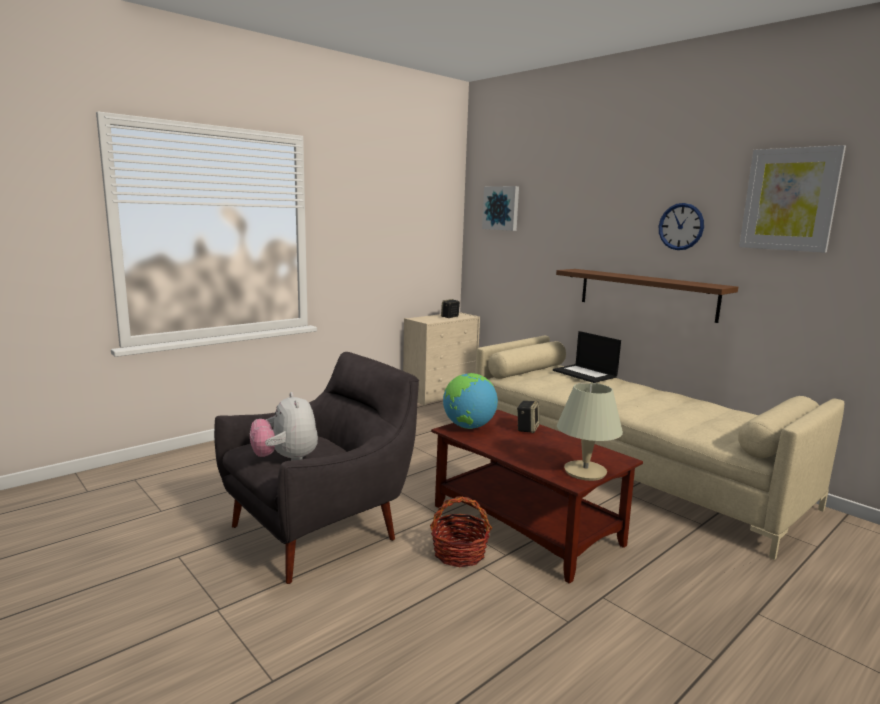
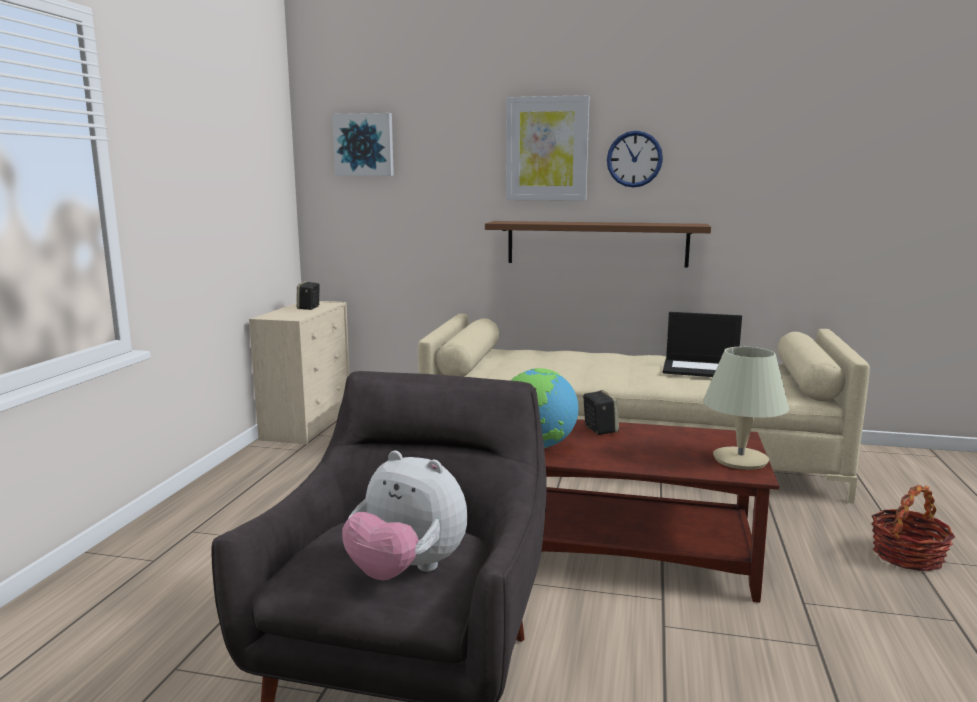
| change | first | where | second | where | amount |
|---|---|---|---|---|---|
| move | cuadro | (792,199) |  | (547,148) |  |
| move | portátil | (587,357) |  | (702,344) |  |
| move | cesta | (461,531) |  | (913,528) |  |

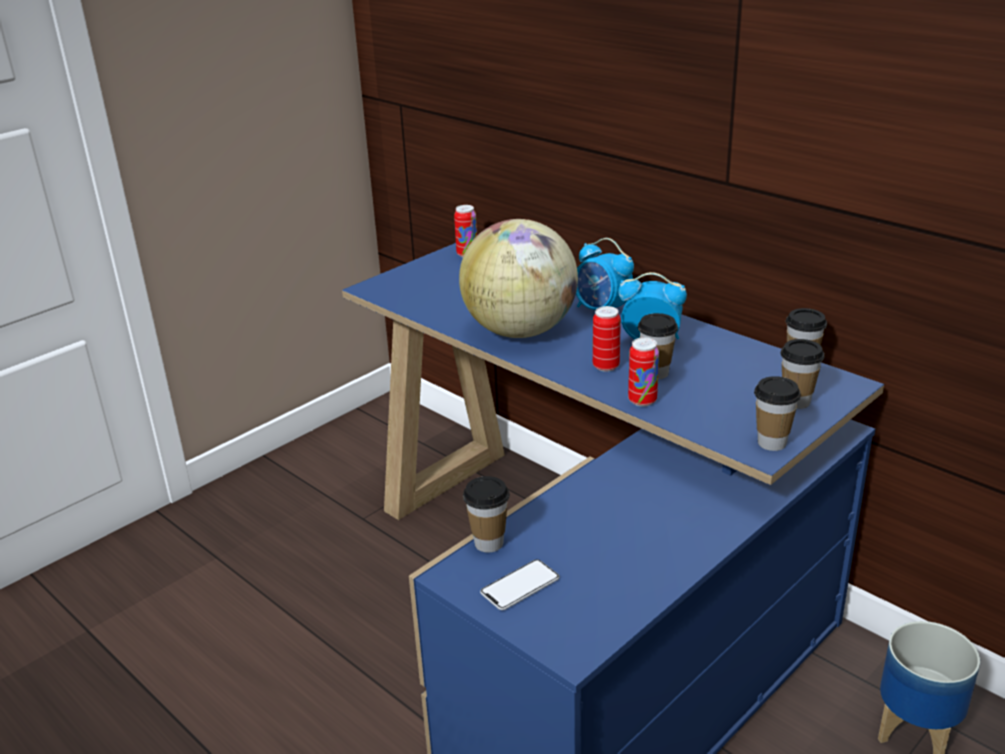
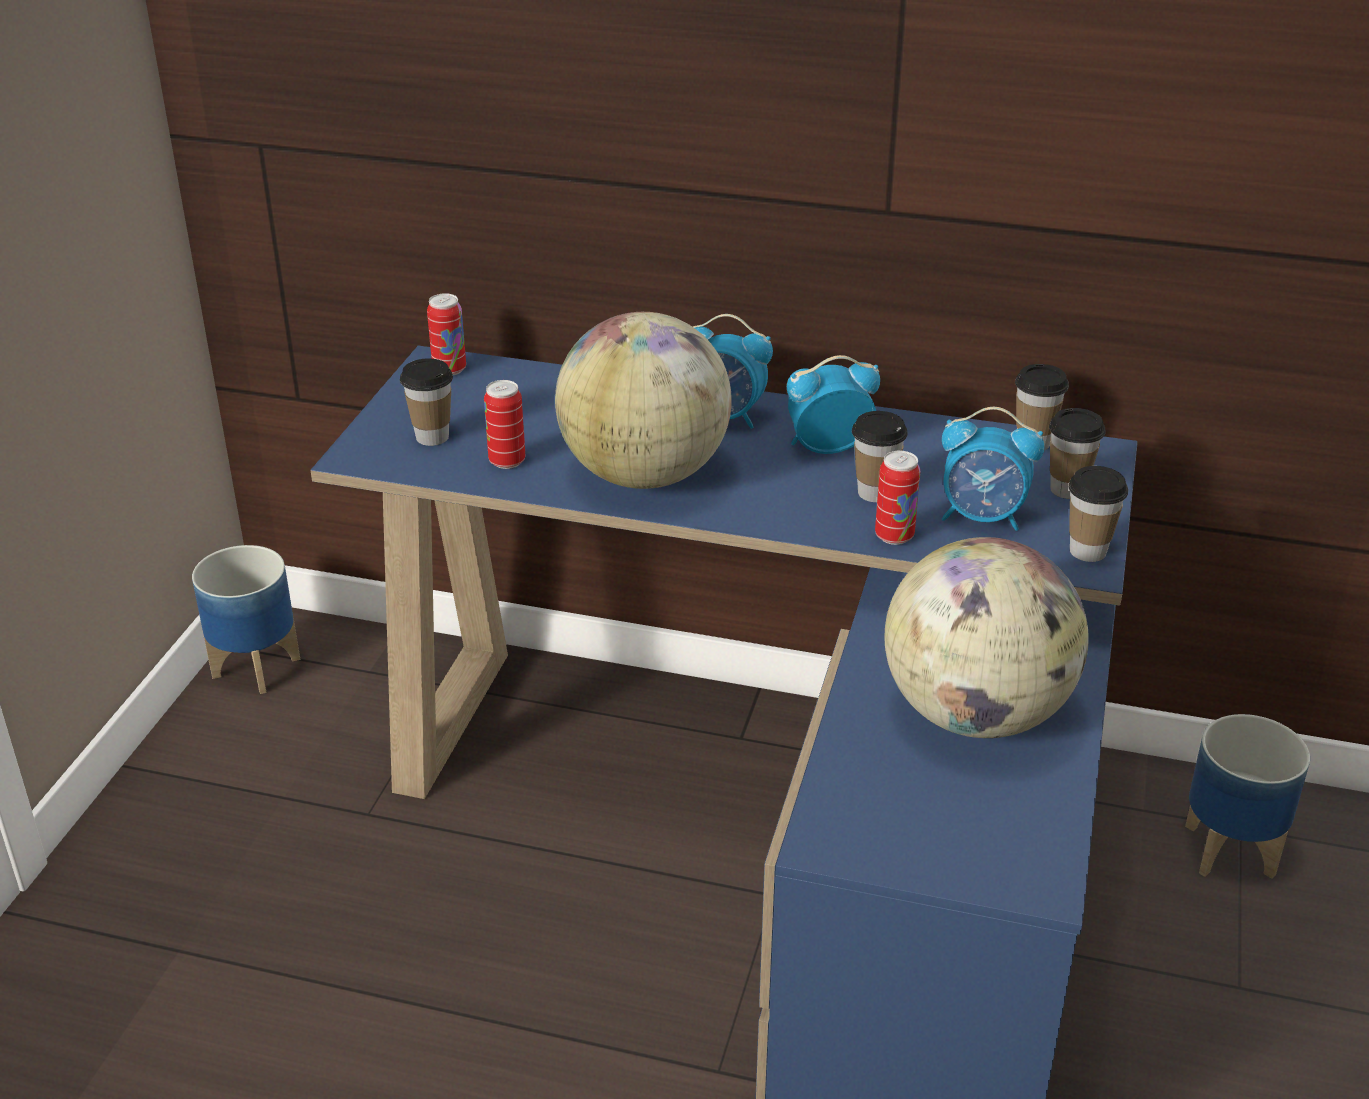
| change | first | where | second | where | amount |
|---|---|---|---|---|---|
| move | lata | (607,339) |  | (504,424) |  |
| move | taza | (486,514) |  | (426,402) |  |
| delete | móvil | (520,584) |  |  |  |
| insert |  |  | despertador | (993,469) |  |
| insert |  |  | globo terráqueo | (986,637) |  |
| insert |  |  | maceta | (246,619) |  |

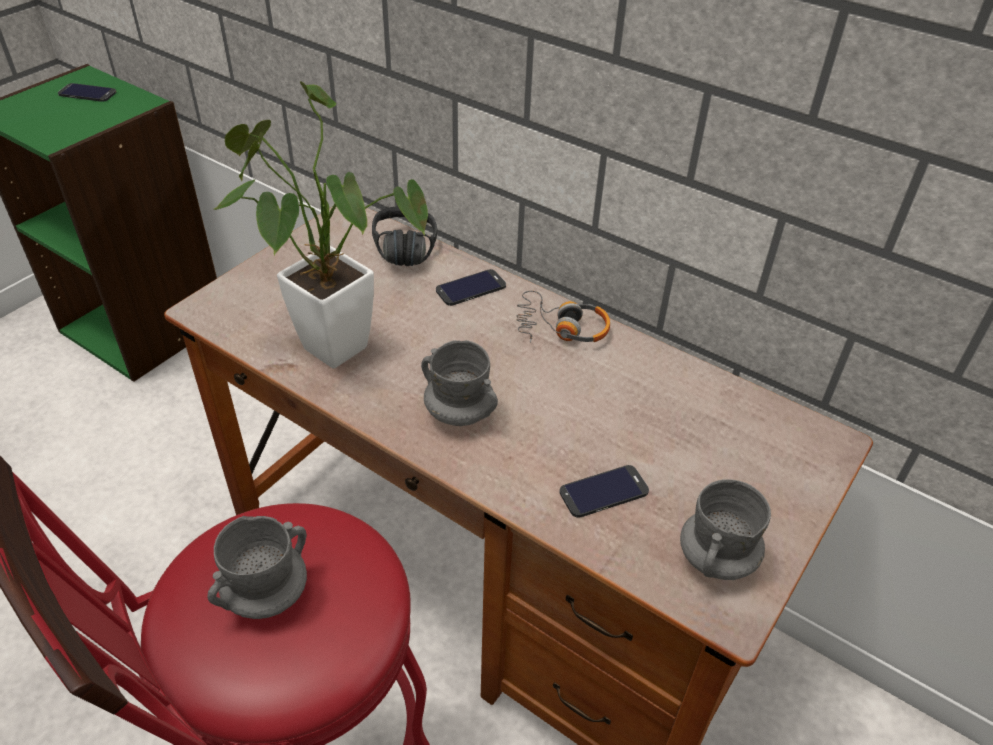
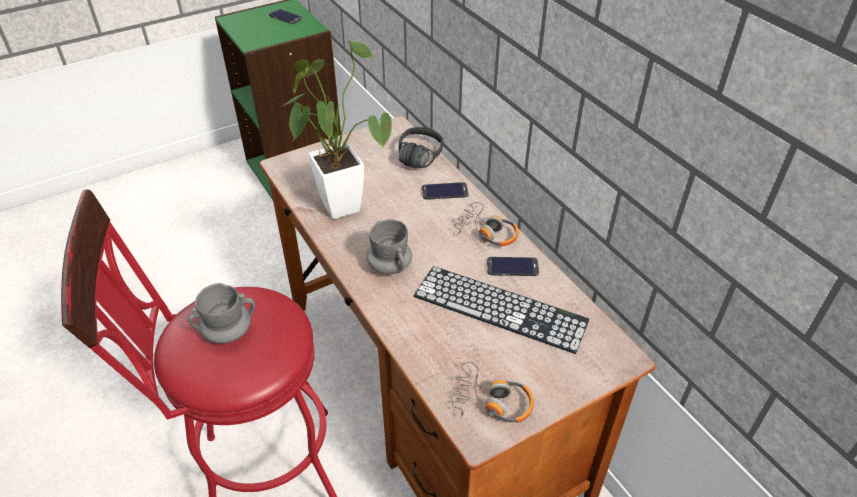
| change | first | where | second | where | amount |
|---|---|---|---|---|---|
| move | móvil | (604,491) |  | (513,266) |  |
| replace | taza grande (gris) | (725,529) | auriculares | (493,392) |  |
| insert |  |  | teclado | (501,310) |  |

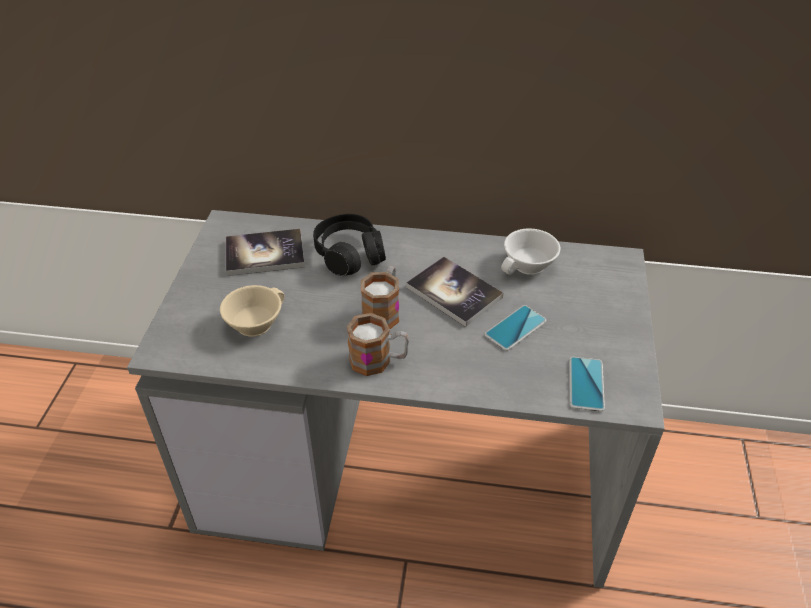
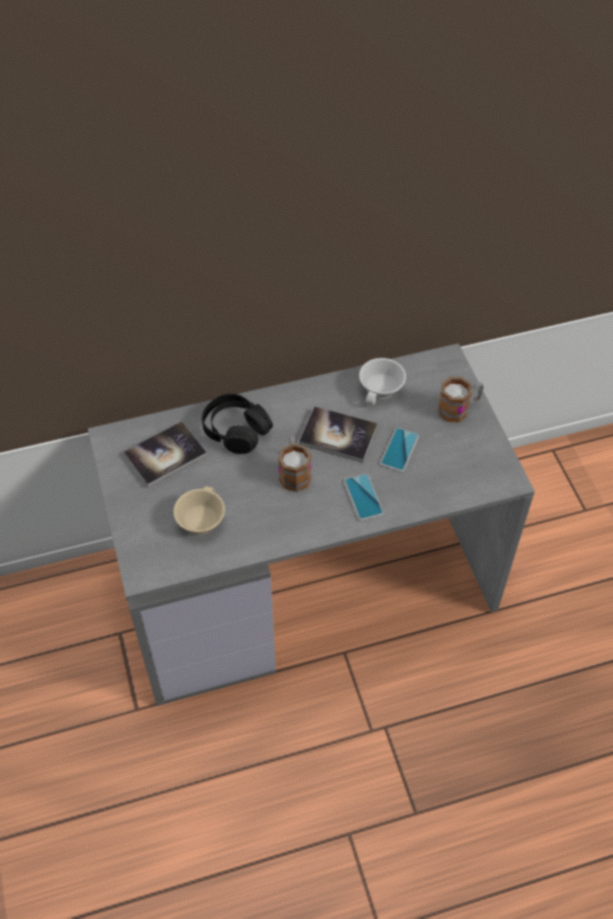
| change | first | where | second | where | amount |
|---|---|---|---|---|---|
| move | taza grande | (377,344) |  | (461,399) |  |
| move | móvil | (587,384) |  | (364,497) |  |

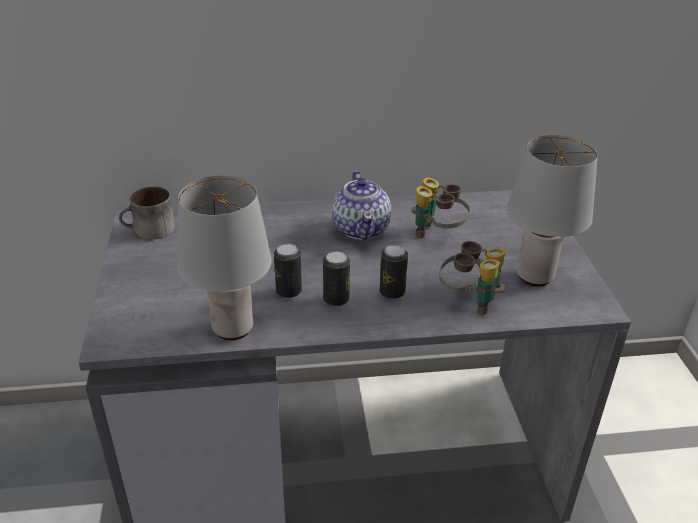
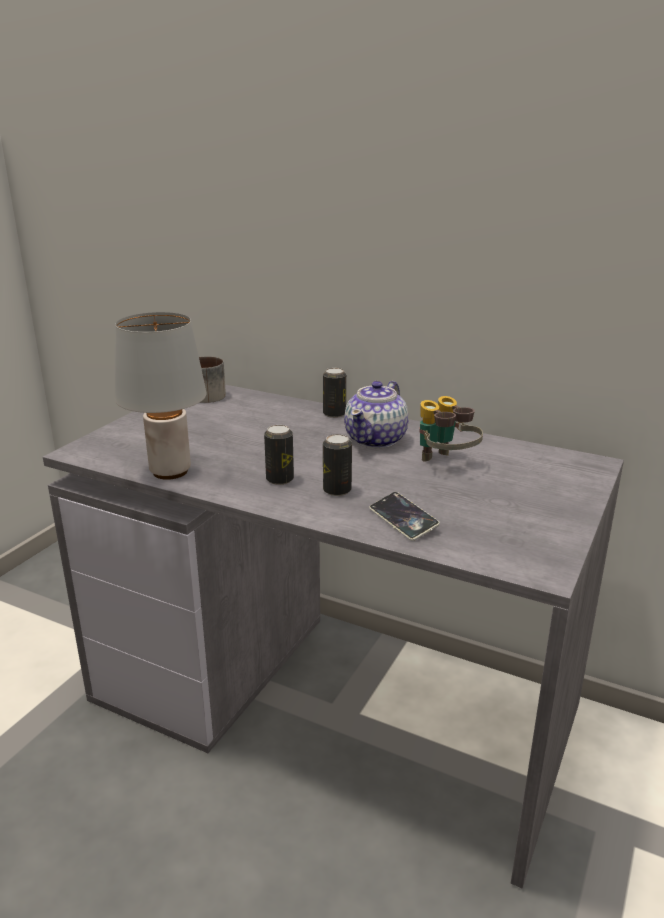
| change | first | where | second | where | amount |
|---|---|---|---|---|---|
| delete | lámpara de mesa (gris) | (552,210) |  |  |  |
| replace | prismáticos | (472,278) | móvil | (404,516) |  |
| move | lata | (288,271) |  | (334,393) |  |

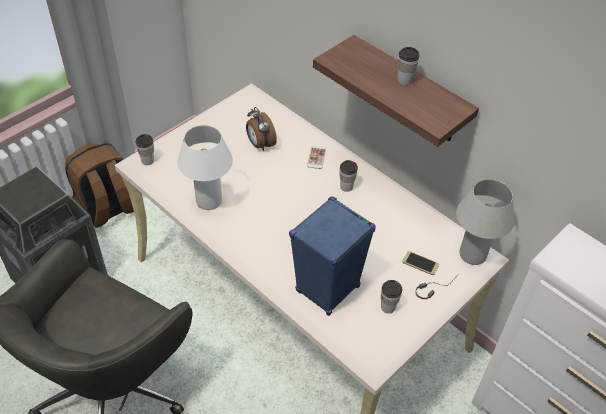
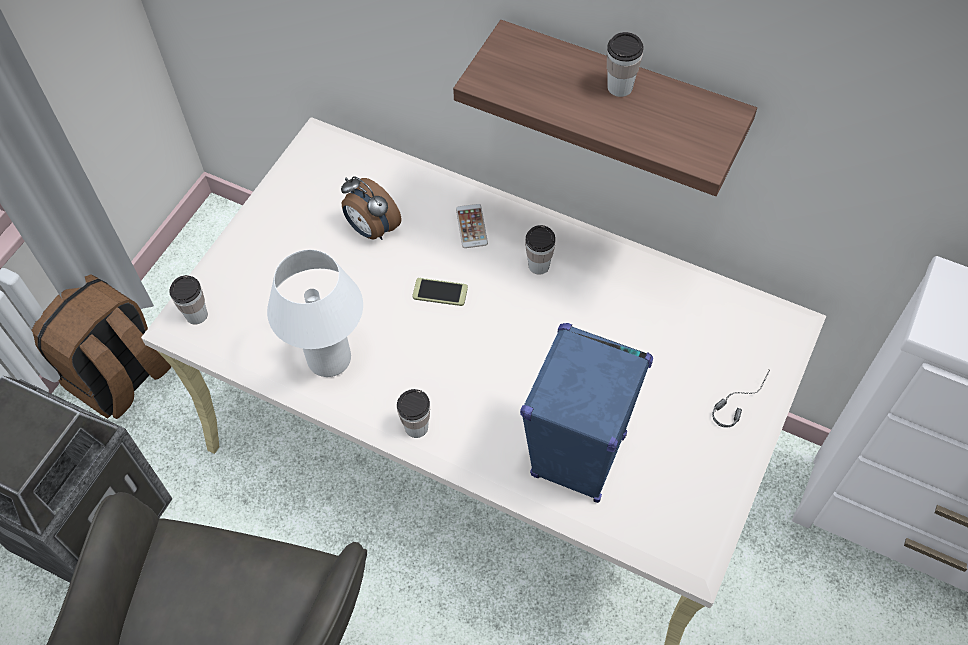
| change | first | where | second | where | amount |
|---|---|---|---|---|---|
| delete | lámpara de mesa (blanco) | (485,222) |  |  |  |
| move | móvil | (420,263) |  | (440,292) |  |
| move | taza | (391,297) |  | (413,413) |  |

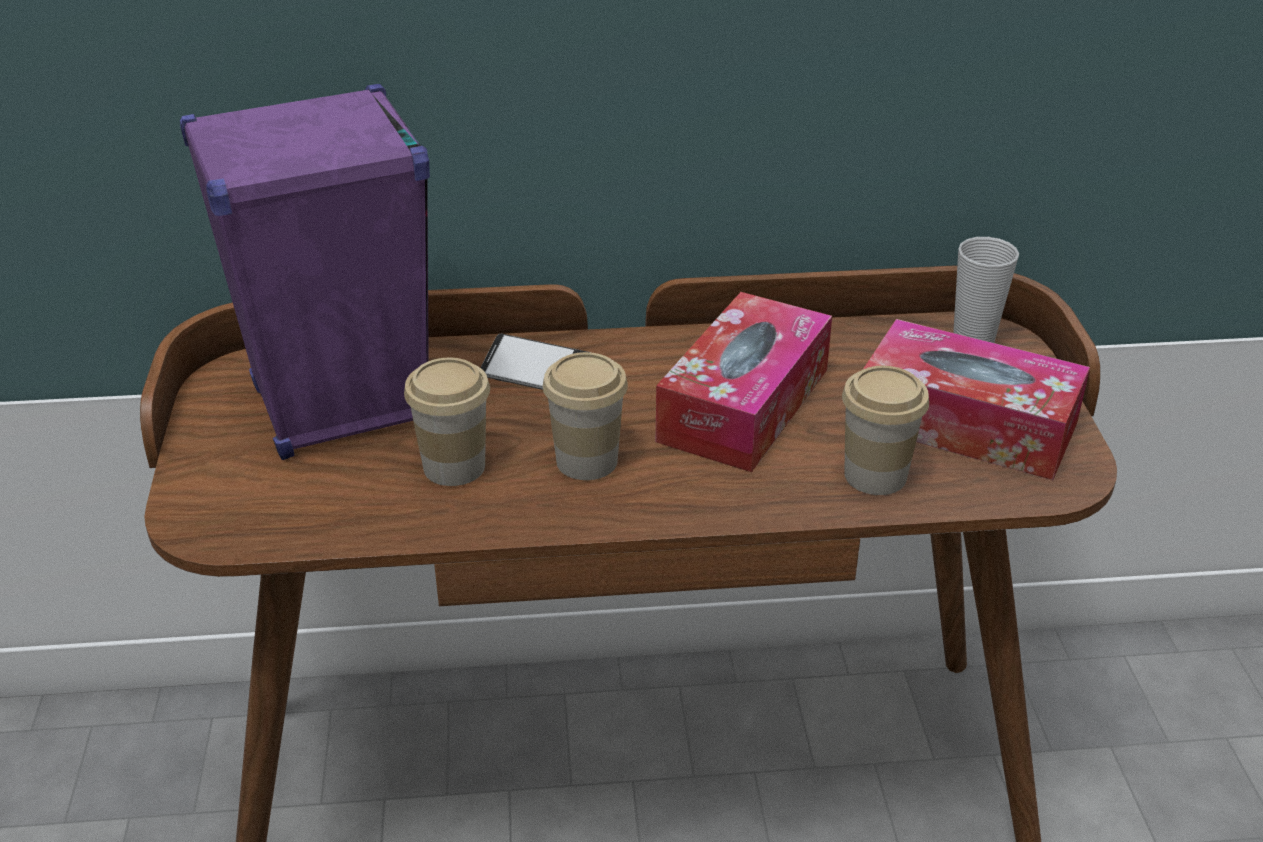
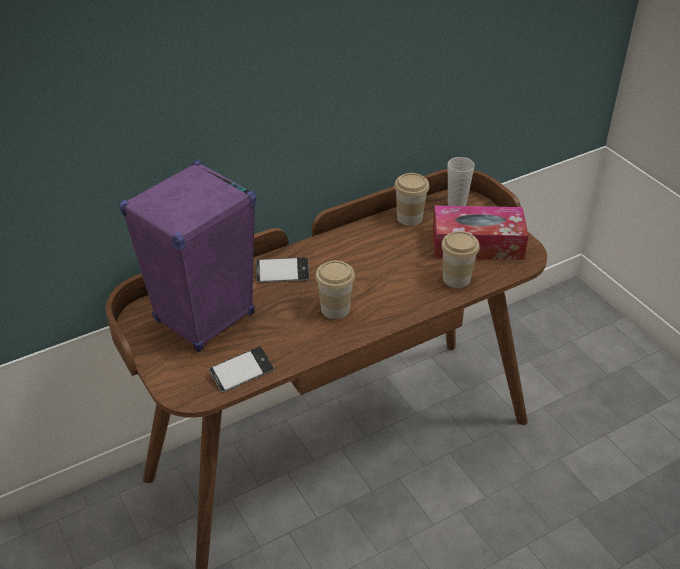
| change | first | where | second | where | amount |
|---|---|---|---|---|---|
| delete | caja de pañuelos | (744,382) |  |  |  |
| move | taza | (447,422) |  | (411,199) |  |
| insert |  |  | móvil | (241,369) |  |

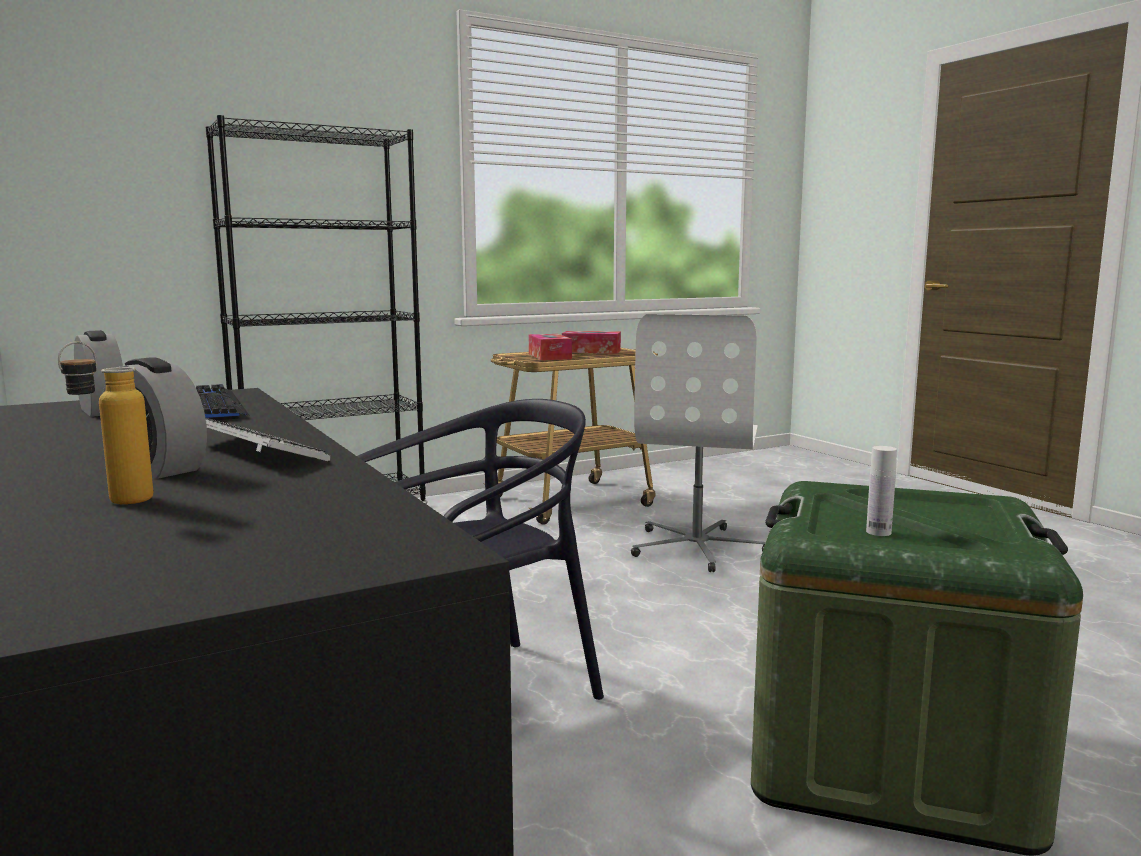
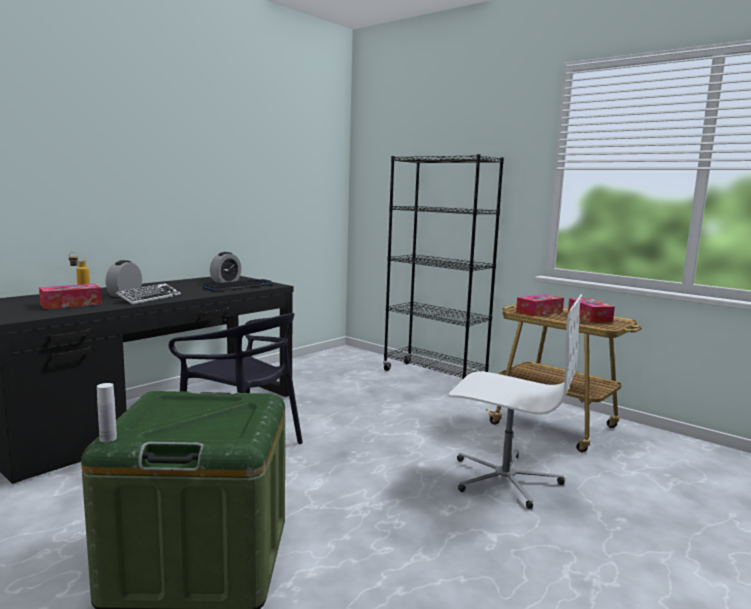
| change | first | where | second | where | amount |
|---|---|---|---|---|---|
| rotate | silla de oficina (blanco) | (698,443) |  | (516,401) | 150 degrees counterclockwise |
| move | botella (blanco) | (881,491) |  | (107,412) |  |
| insert |  |  | caja de pañuelos | (70,296) |  |

